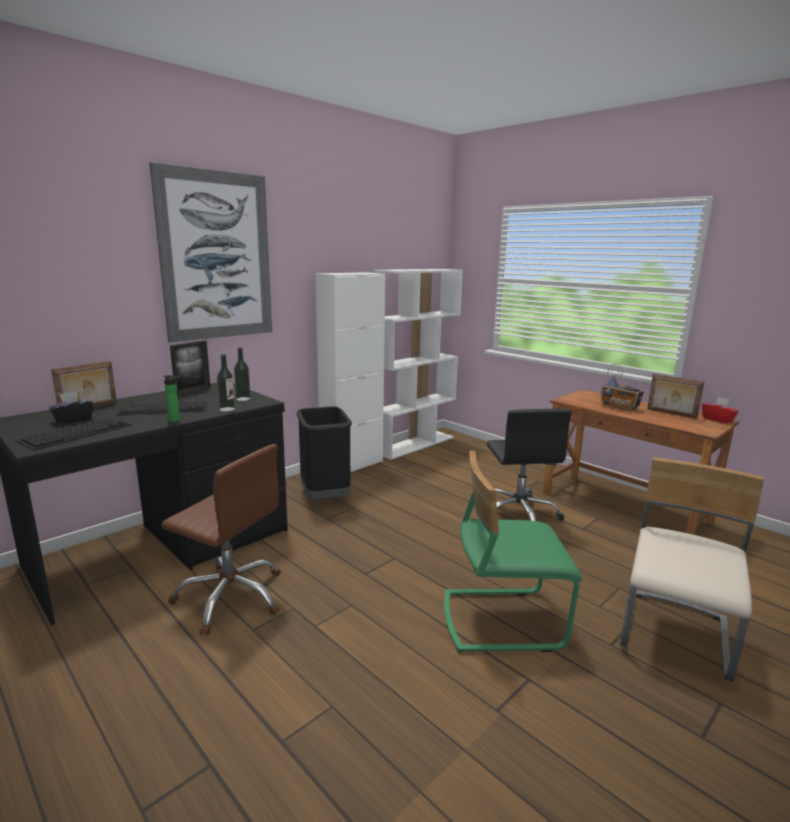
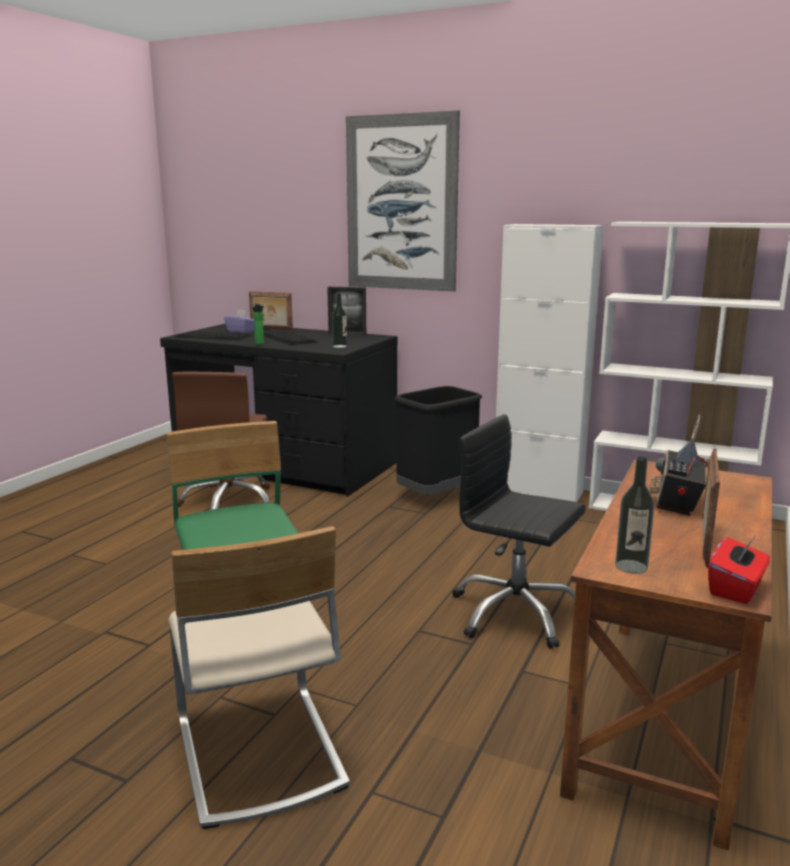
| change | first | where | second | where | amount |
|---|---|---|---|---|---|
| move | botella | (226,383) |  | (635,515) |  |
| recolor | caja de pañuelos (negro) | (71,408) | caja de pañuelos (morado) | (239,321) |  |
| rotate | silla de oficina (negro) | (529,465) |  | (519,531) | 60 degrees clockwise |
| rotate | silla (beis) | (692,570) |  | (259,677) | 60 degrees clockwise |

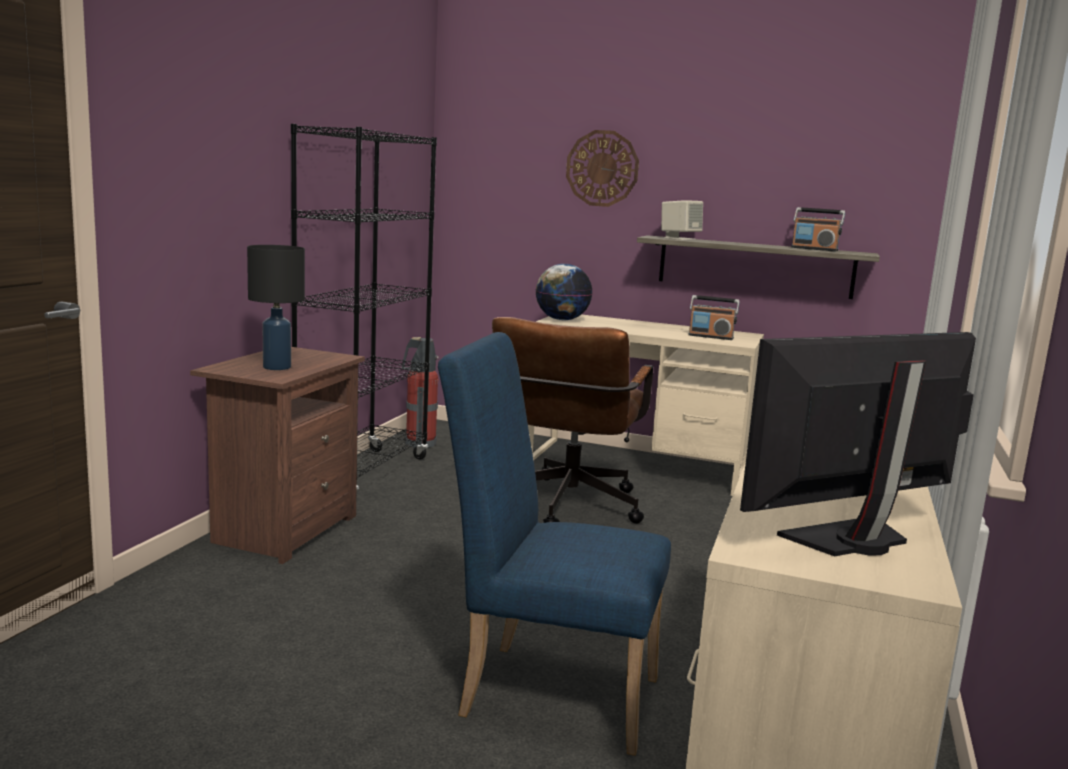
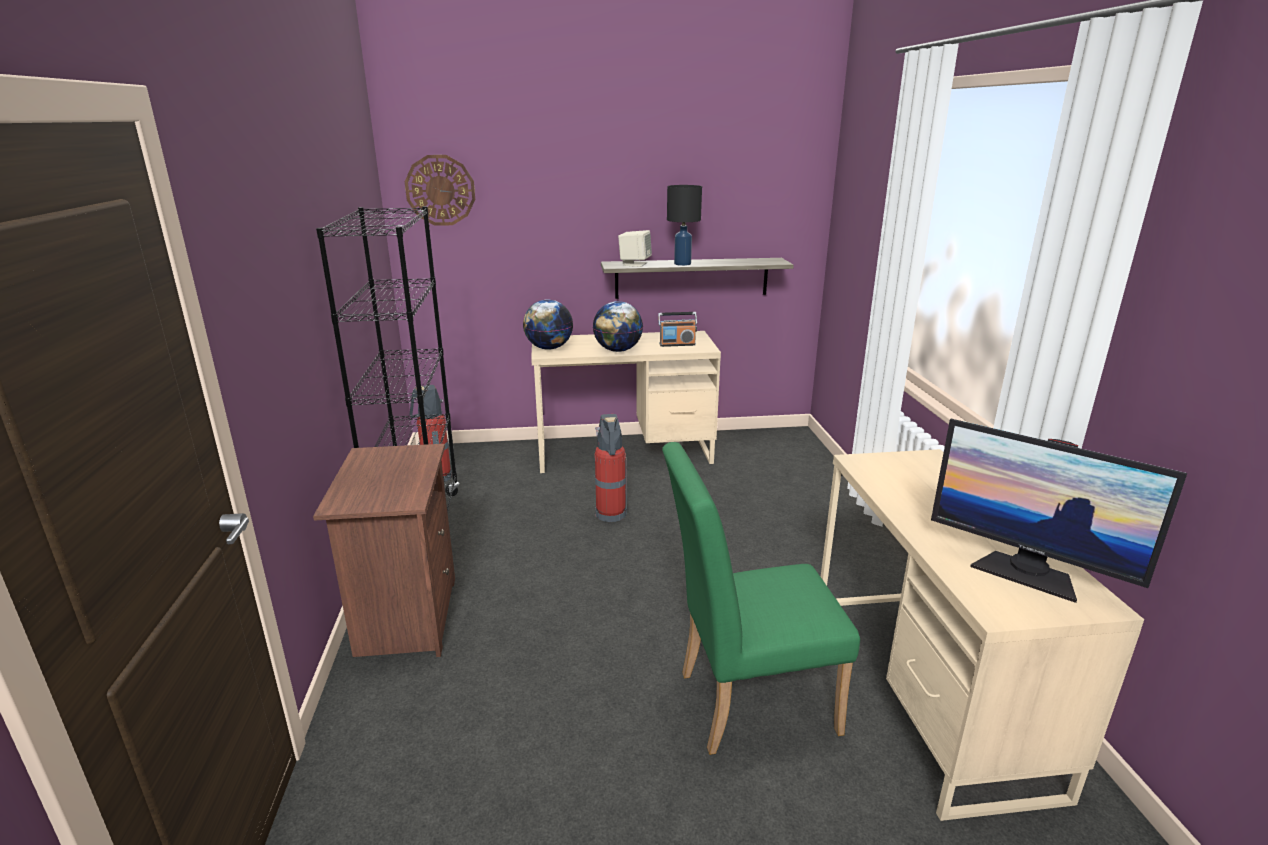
| change | first | where | second | where | amount |
|---|---|---|---|---|---|
| move | reloj de pared | (602,168) |  | (440,190) |  |
| delete | radio | (818,229) |  |  |  |
| move | lámpara de mesa (negro) | (276,307) |  | (684,225) |  |
| replace | silla de oficina (marrón) | (572,420) | extintor | (610,468) |  |
| recolor | silla (azul) | (554,544) | silla (verde) | (761,598) |  |
| rotate | monitor | (858,444) |  | (1059,511) | 90 degrees counterclockwise |
| insert |  |  | globo terráqueo | (618,326) |  |

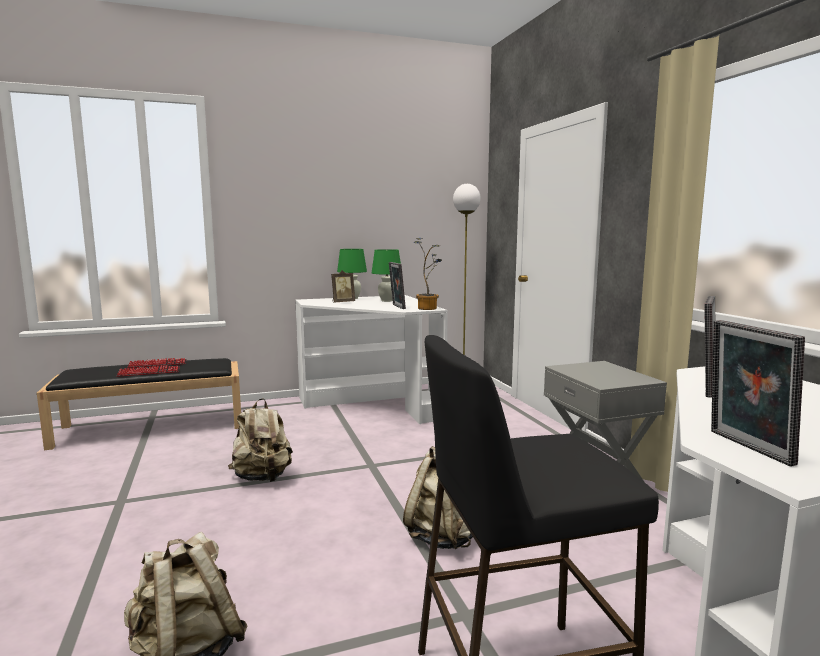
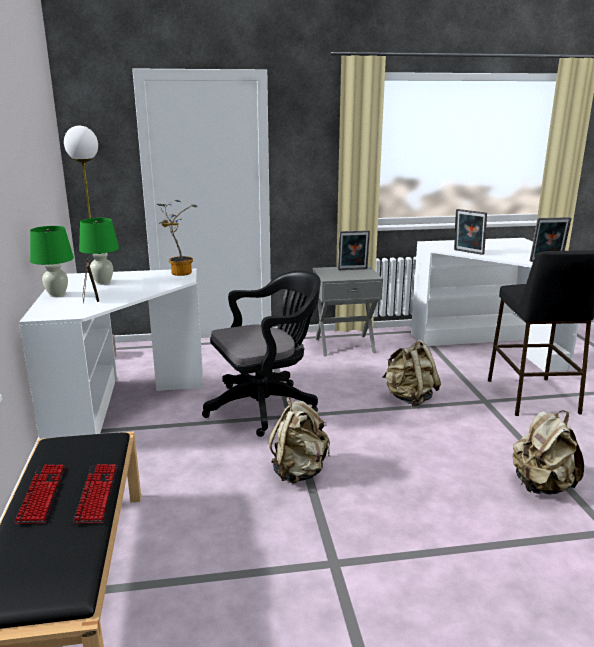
| change | first | where | second | where | amount |
|---|---|---|---|---|---|
| move | portarretratos | (397,285) |  | (354,250) |  |
| insert |  |  | silla de oficina (negro) | (261,353) |  |

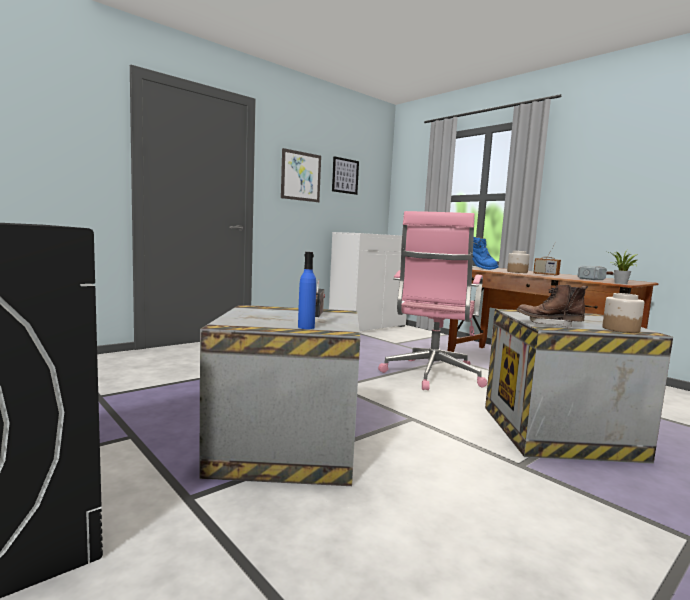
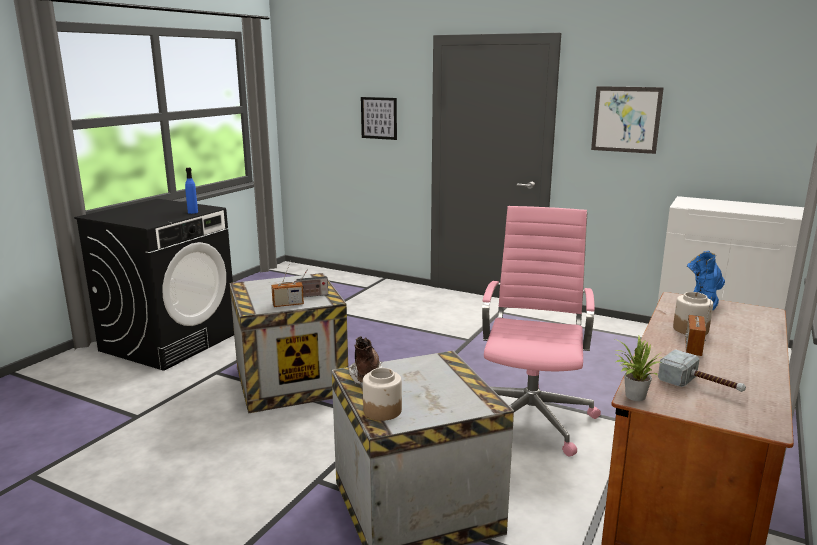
| change | first | where | second | where | amount |
|---|---|---|---|---|---|
| move | cuadro | (345,175) |  | (379,118) |  |
| rotate | silla de oficina (rosa) | (432,300) |  | (541,331) | 105 degrees clockwise |
| move | botella (azul) | (307,290) |  | (191,191) |  |
| insert |  |  | radio | (287,284) |  |

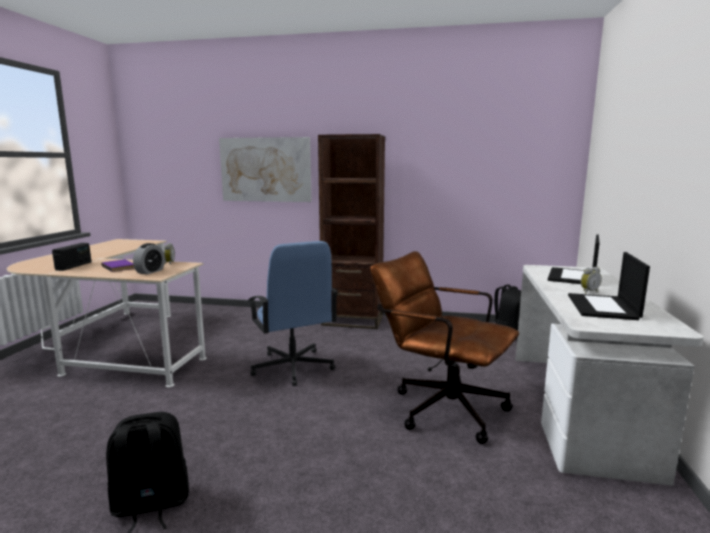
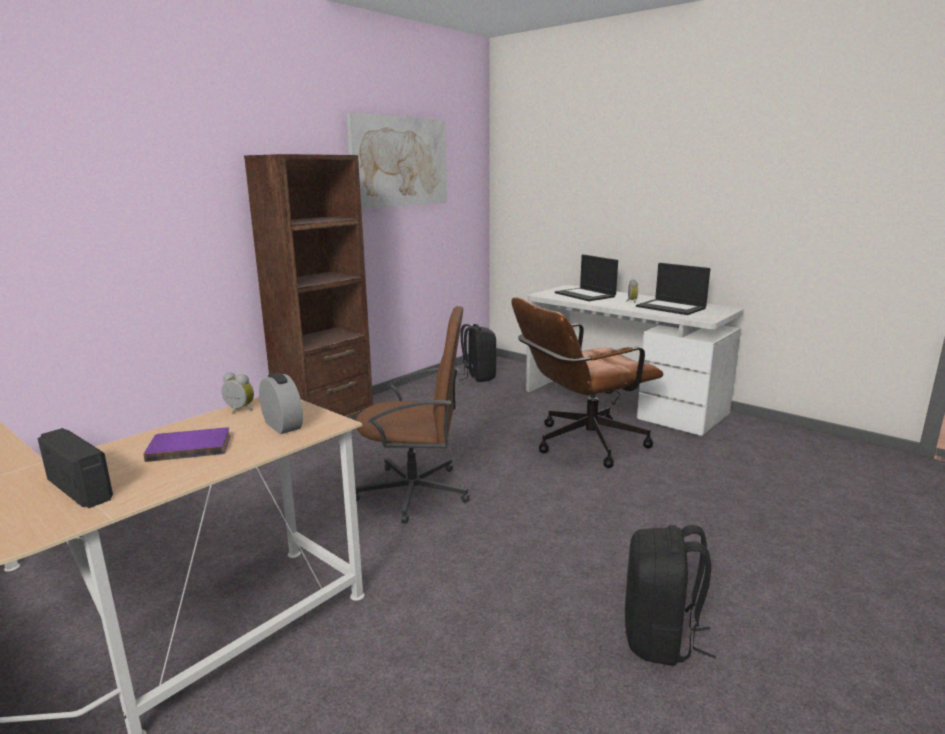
| change | first | where | second | where | amount |
|---|---|---|---|---|---|
| move | cuadro | (265,169) |  | (396,160) |  |
| recolor | silla de oficina (azul) | (293,313) | silla de oficina (marrón) | (412,415) |  |

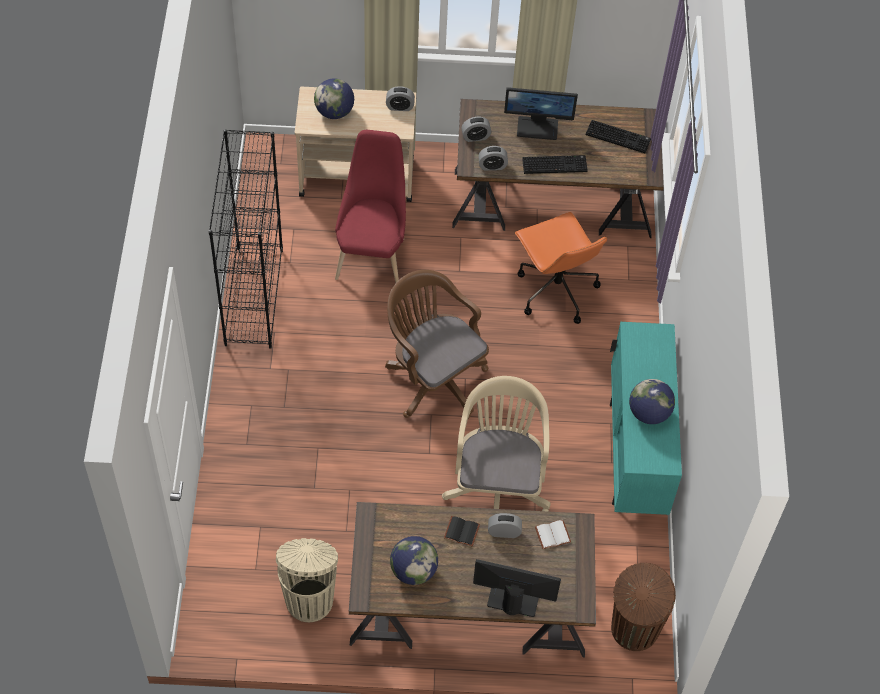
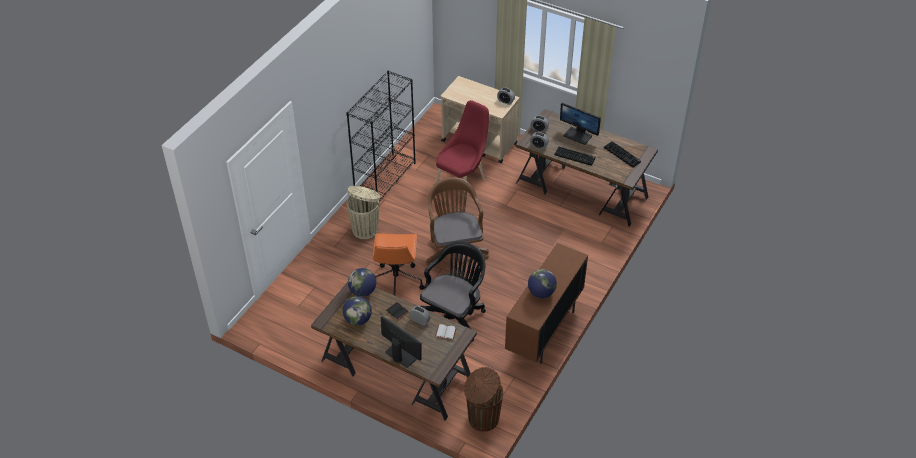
| change | first | where | second | where | amount |
|---|---|---|---|---|---|
| move | globo terráqueo | (334,98) |  | (362,282) |  |
| move | silla de oficina (naranja) | (561,268) |  | (398,264) |  |
| recolor | armario (turquesa) | (646,418) | armario (marrón) | (546,303) |  |
| recolor | silla de oficina (beis) | (496,444) | silla de oficina (negro) | (453,291) |  |
| move | papelera (beis) | (307,580) |  | (363,212) |  |

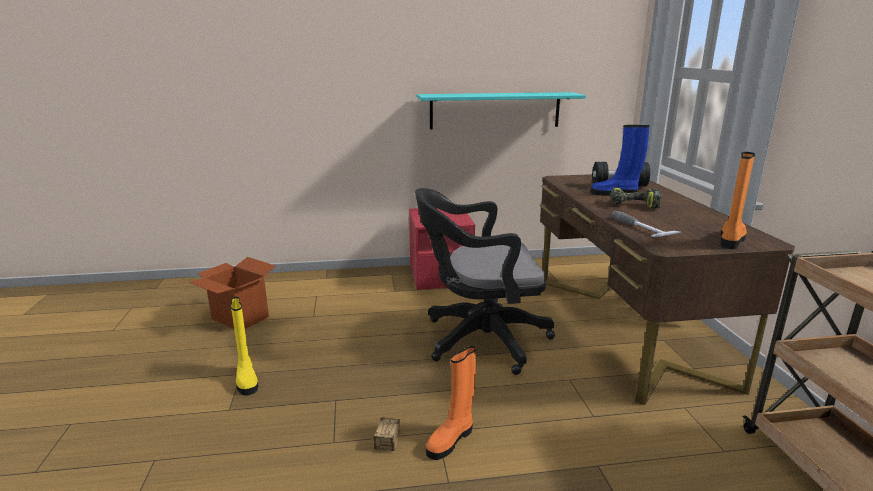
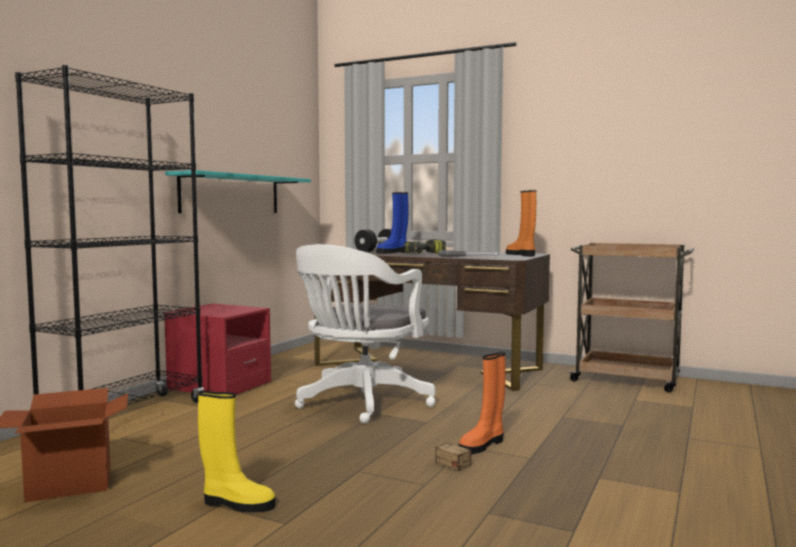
| change | first | where | second | where | amount |
|---|---|---|---|---|---|
| recolor | silla de oficina (negro) | (485,281) | silla de oficina (blanco) | (365,334) |  |
| rotate | bota (naranja) | (451,403) |  | (482,403) | 60 degrees clockwise |
| insert |  |  | estantería (negro) | (109,235) |  |

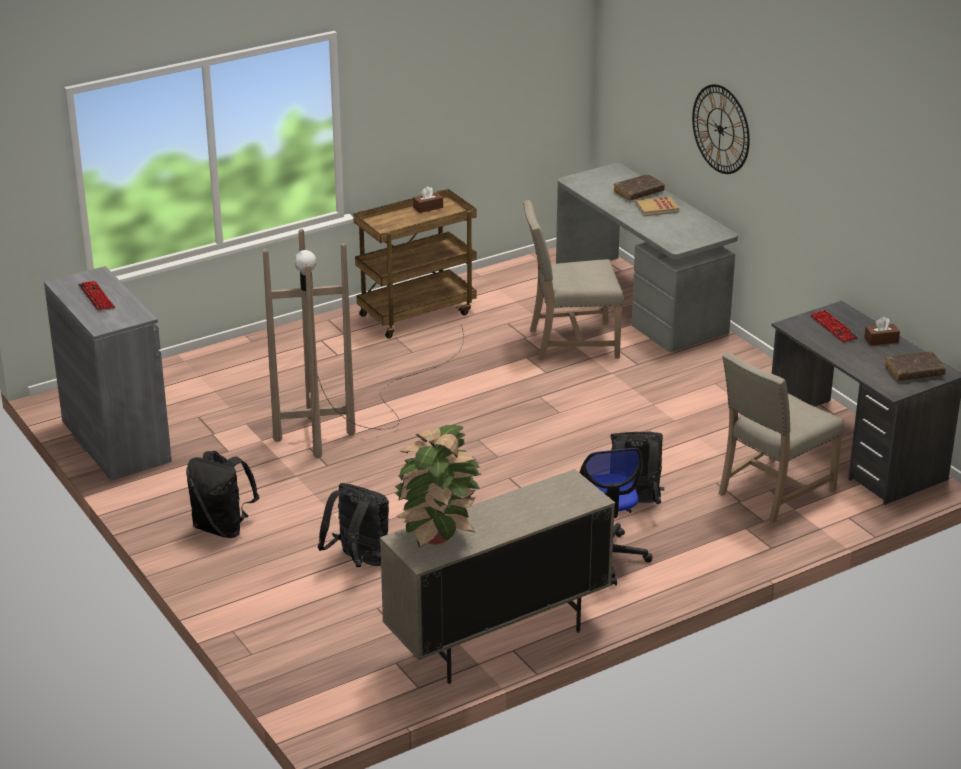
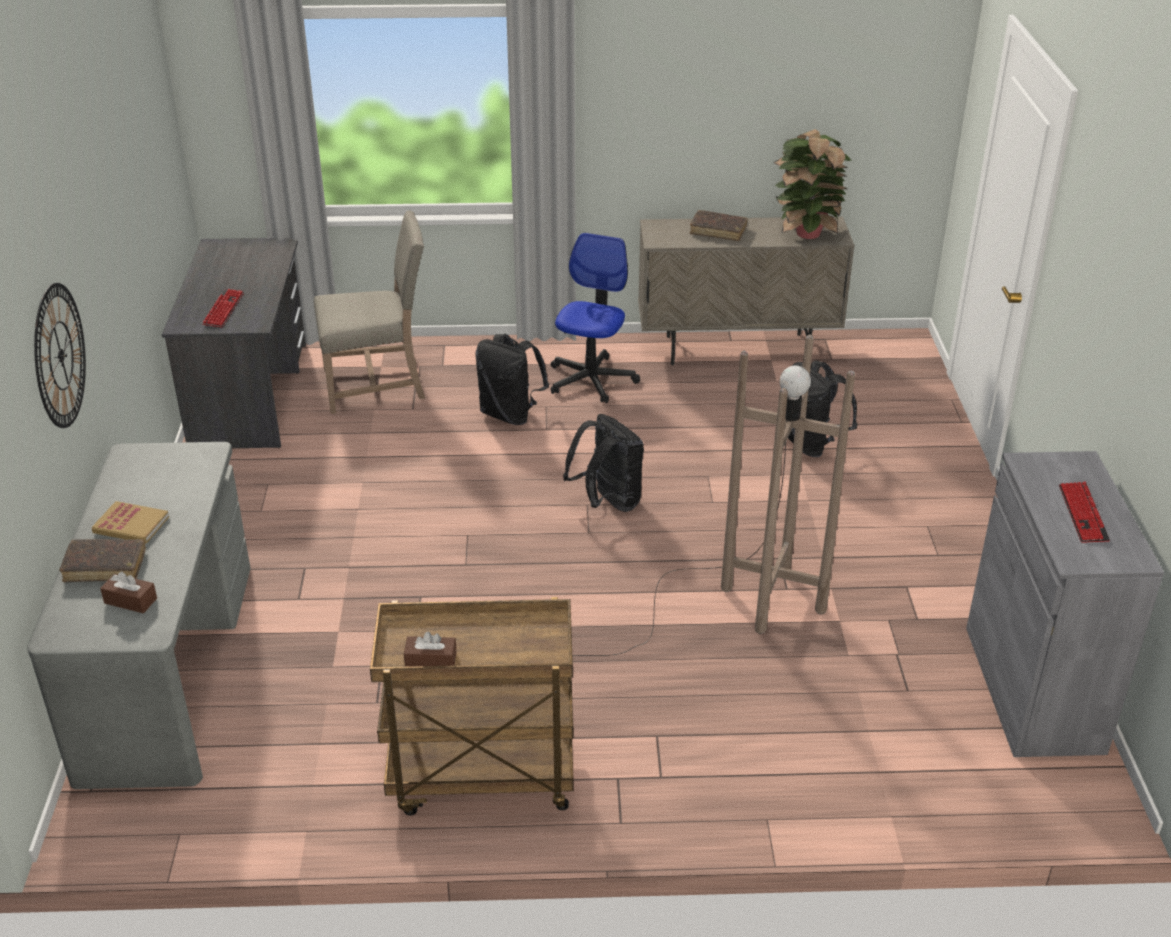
| change | first | where | second | where | amount |
|---|---|---|---|---|---|
| delete | silla (beis) | (573,280) |  |  |  |
| move | caja de pañuelos (marrón) | (882,331) |  | (128,592) |  |
| move | libro (marrón) | (915,366) |  | (718,225) |  |
| move | mochila (negro) | (222,494) |  | (603,463) |  |

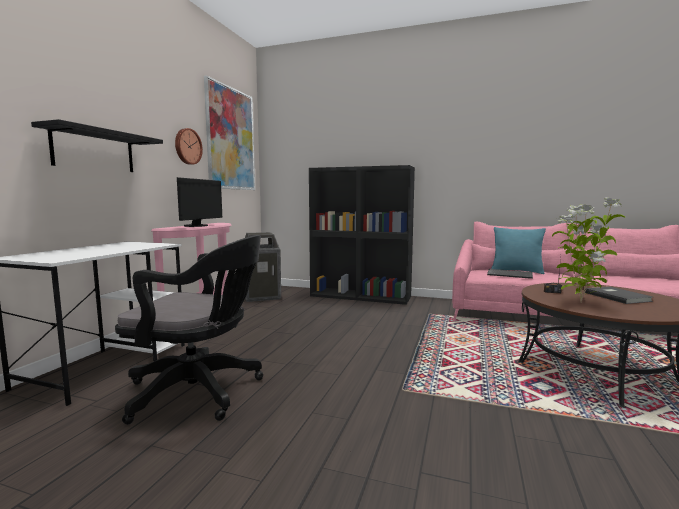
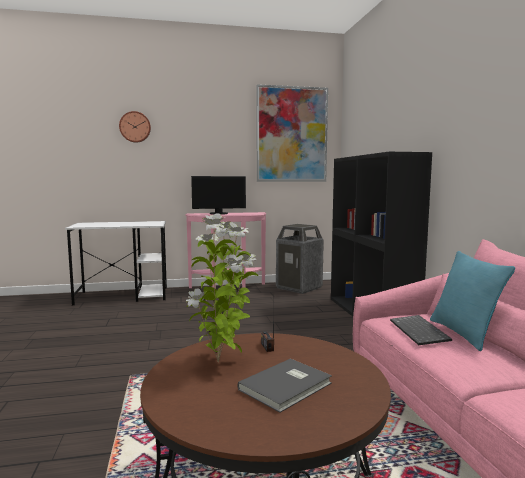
| change | first | where | second | where | amount |
|---|---|---|---|---|---|
| delete | estante (negro) | (97,145) |  |  |  |
| move | reloj de pared | (189,146) |  | (135,127) |  |
| delete | silla de oficina (negro) | (189,330) |  |  |  |

